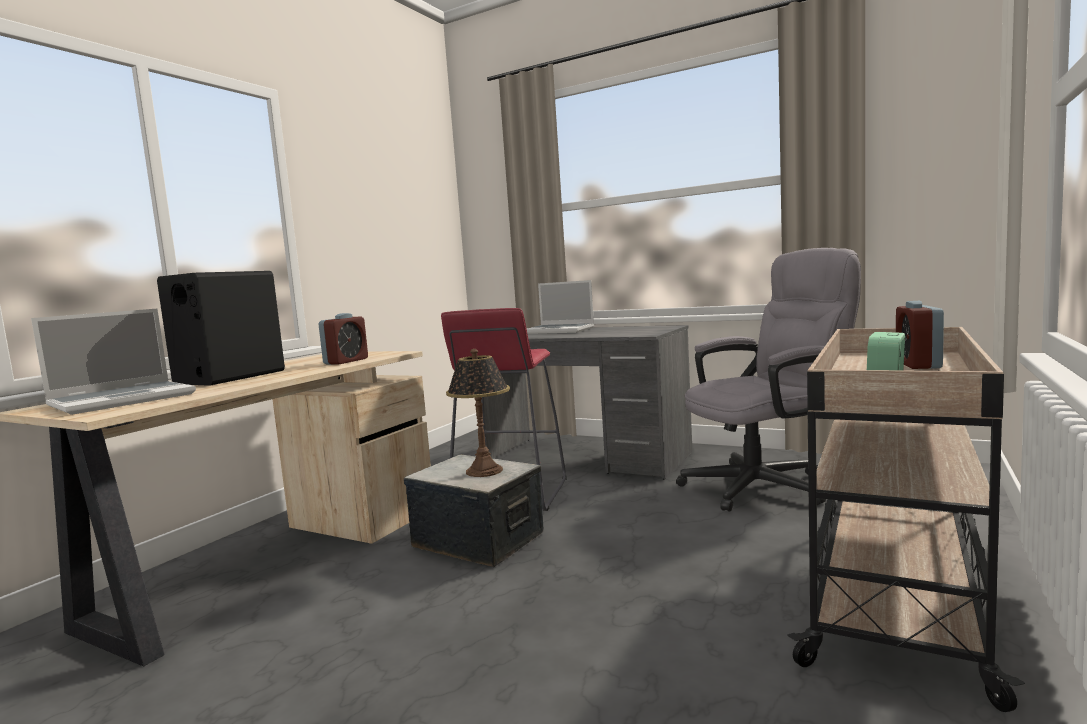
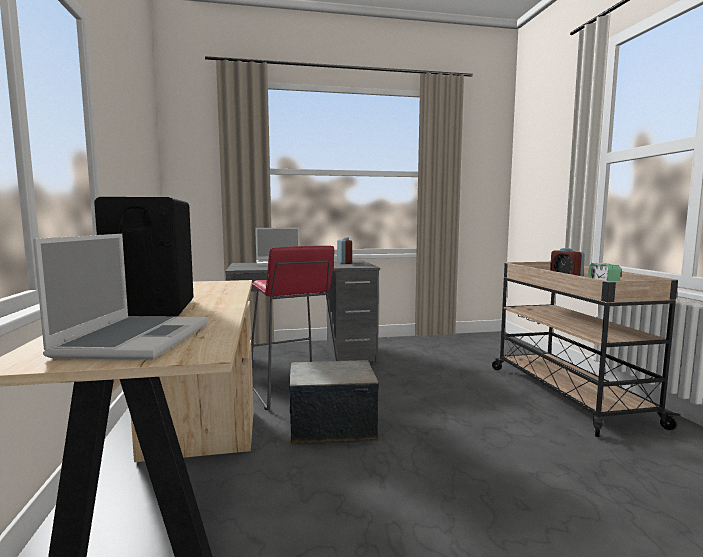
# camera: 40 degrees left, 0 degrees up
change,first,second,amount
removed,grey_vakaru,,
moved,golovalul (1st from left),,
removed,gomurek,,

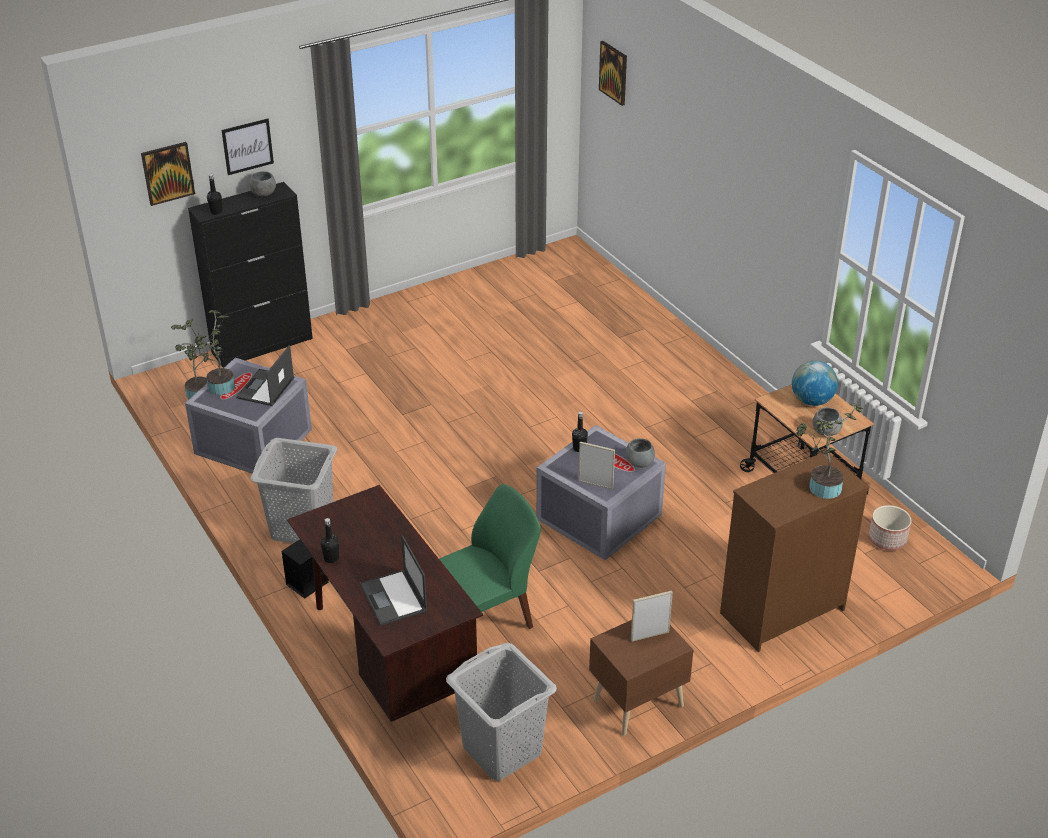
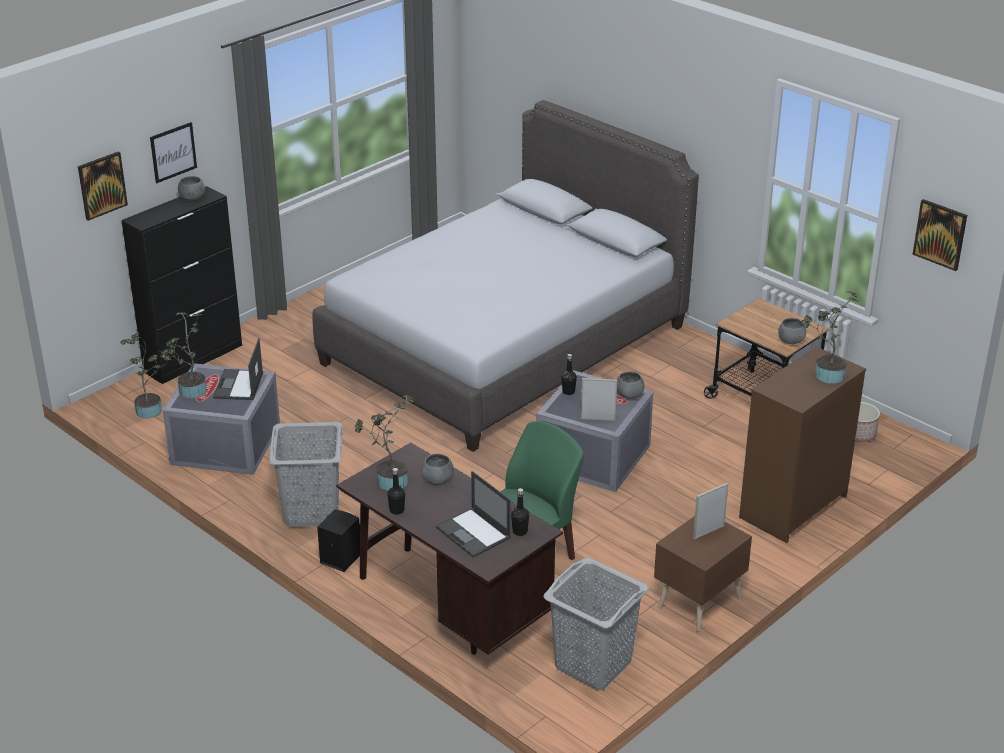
# camera: 15 degrees left, 5 degrees down
change,first,second,amount
moved,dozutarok (3rd from left),,
moved,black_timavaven (1st from left in the first image),black_timavaven (2nd from left),
removed,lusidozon,,
added,,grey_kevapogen,
added,,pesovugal (3rd from left),
added,,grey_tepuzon (2nd from left),

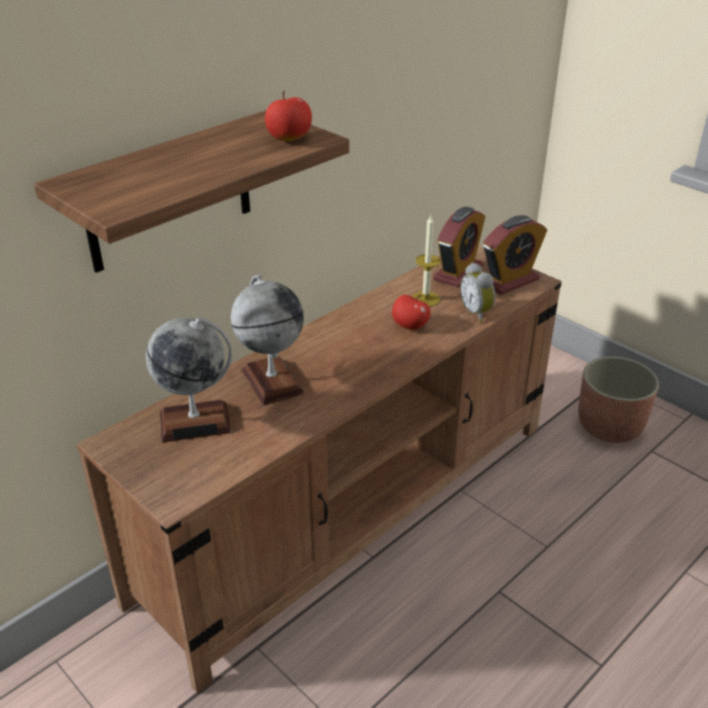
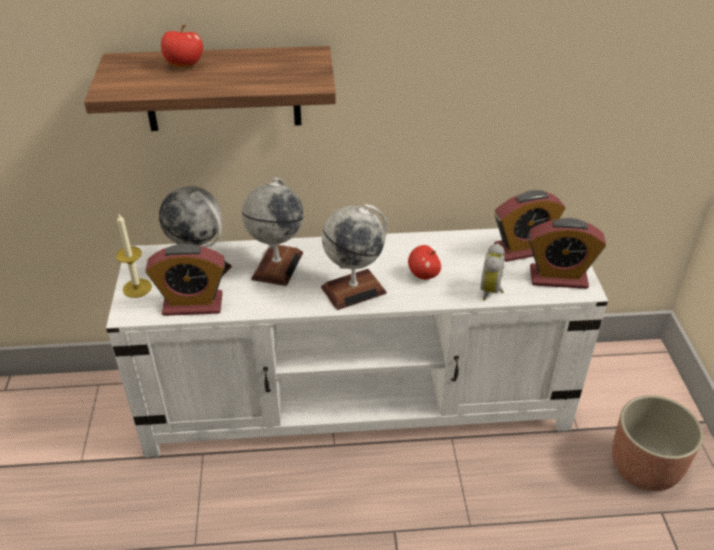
# camera: 40 degrees right, 5 degrees up
change,first,second,amount
moved,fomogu (1st from left),,
moved,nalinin,,
recoloured,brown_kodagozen,white_kodagozen,
added,,lusidozon (3rd from left),
added,,golovalul (1st from left),

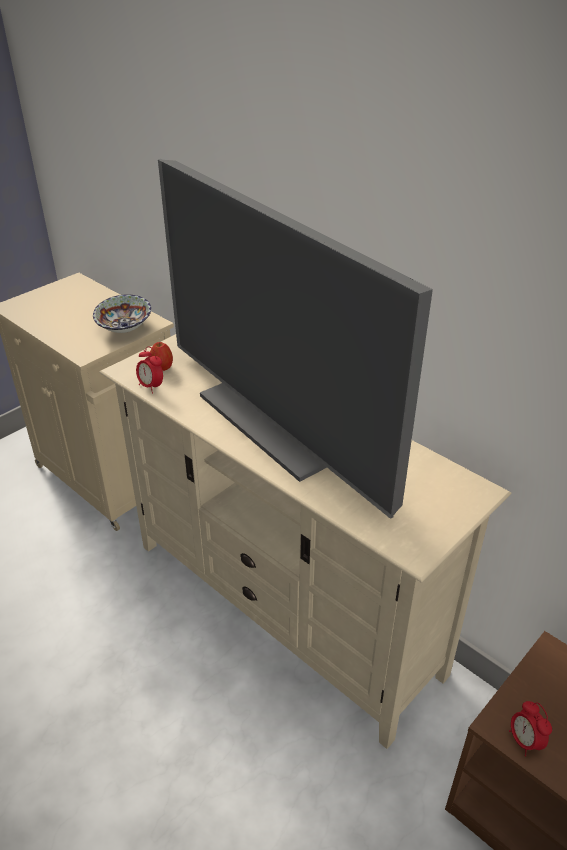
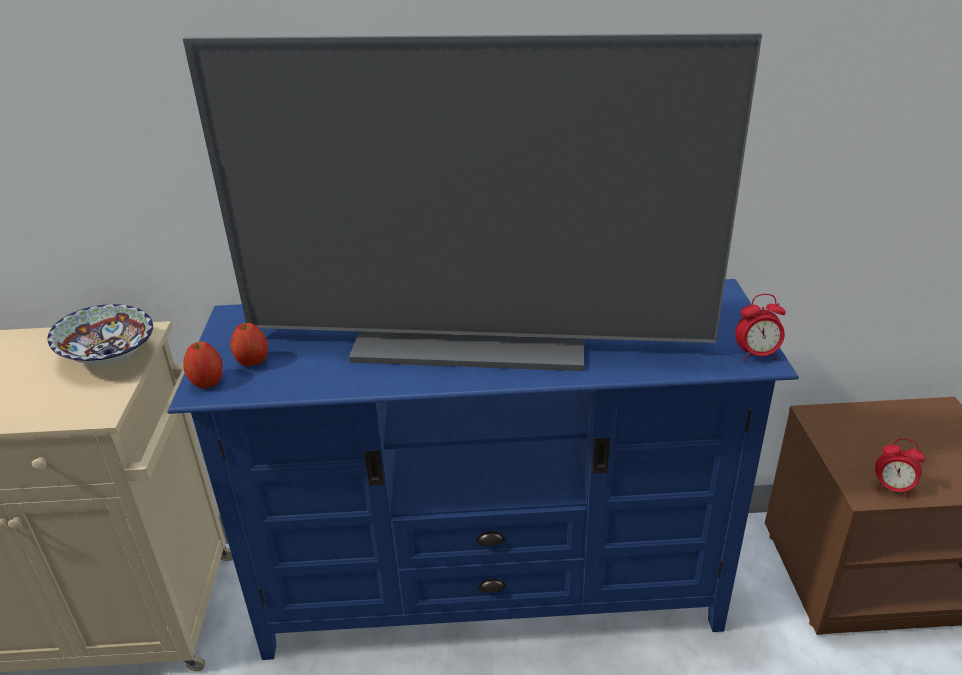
# camera: 45 degrees left, 5 degrees down
change,first,second,amount
recoloured,beige_kodagozen,blue_kodagozen,
moved,golovalul (1st from left),,
added,,fomogu (1st from left),

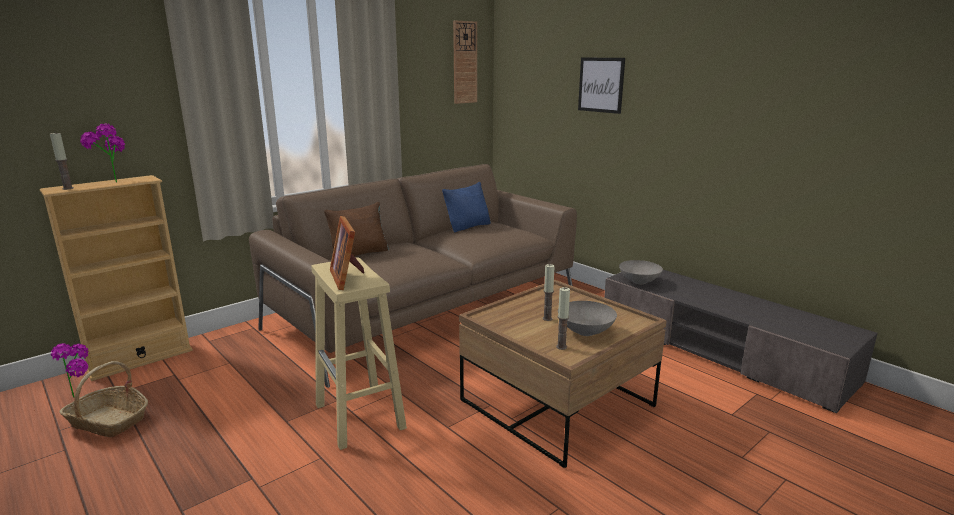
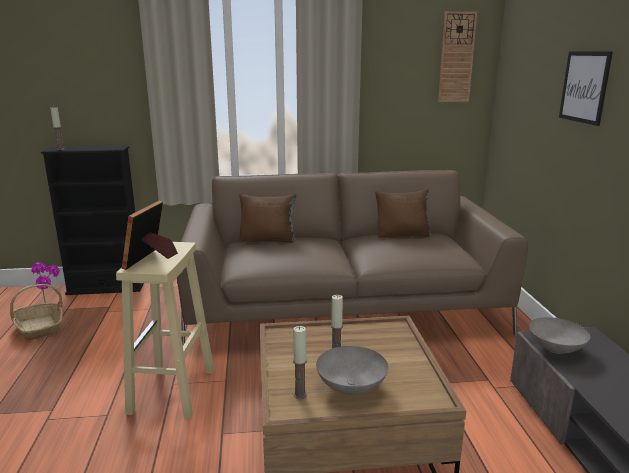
# camera: 35 degrees right, 0 degrees up
change,first,second,amount
removed,pesovugal (2nd from left),,
recoloured,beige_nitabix,black_nitabix,
recoloured,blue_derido,brown_derido (2nd from left),

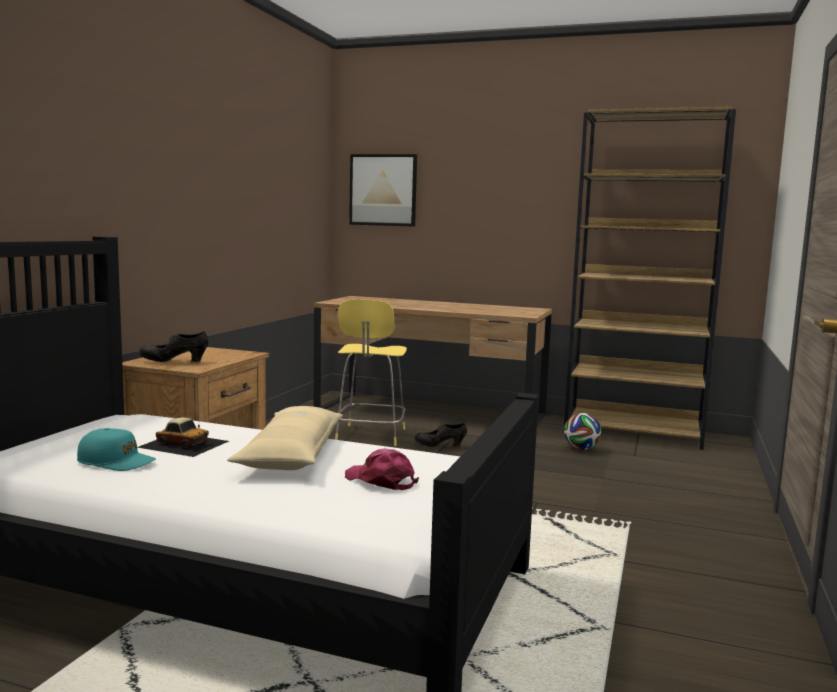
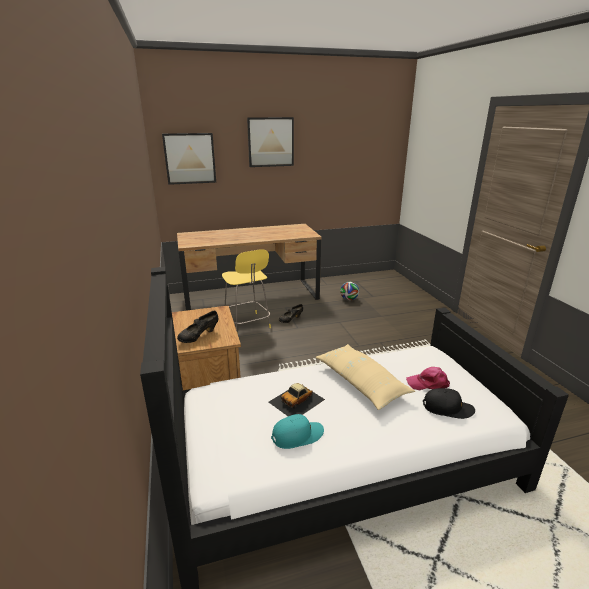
# camera: 35 degrees left, 15 degrees up
change,first,second,amount
removed,brown_nitabix,,
turned,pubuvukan,,150 degrees clockwise
added,,dozutarok (2nd from left),
added,,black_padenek,

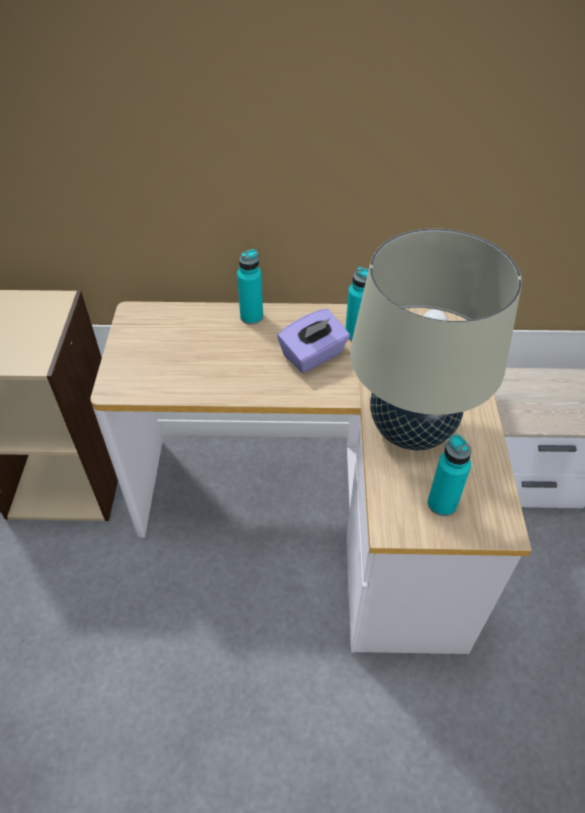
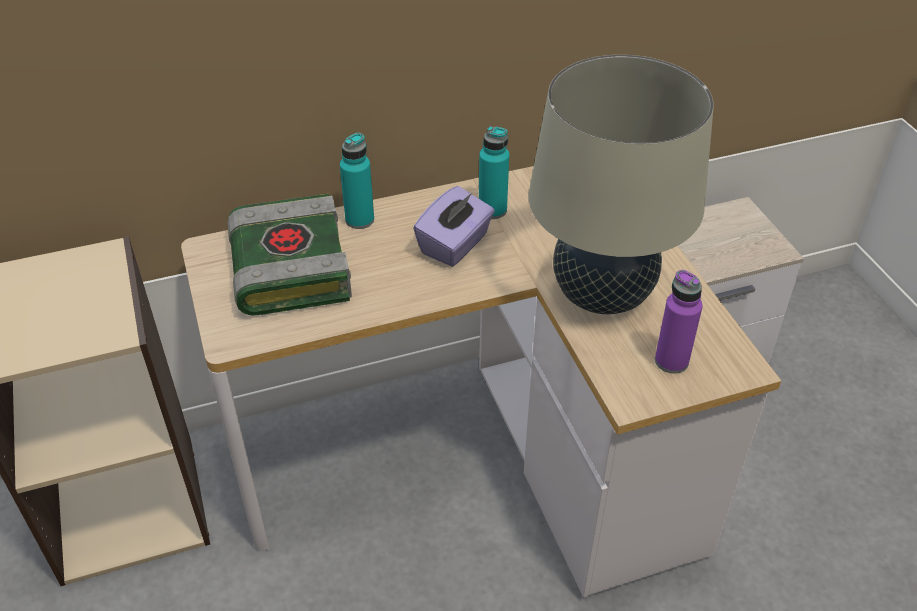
# camera: 20 degrees left, 5 degrees down
change,first,second,amount
recoloured,turquoise_timavaven (3rd from left),purple_timavaven,
added,,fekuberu,

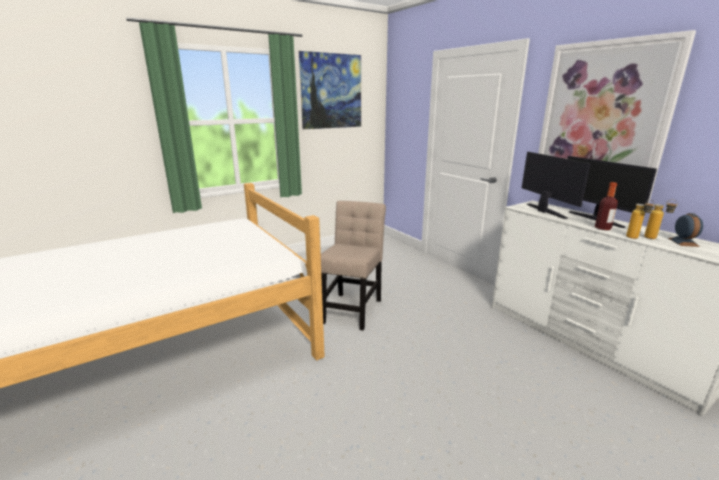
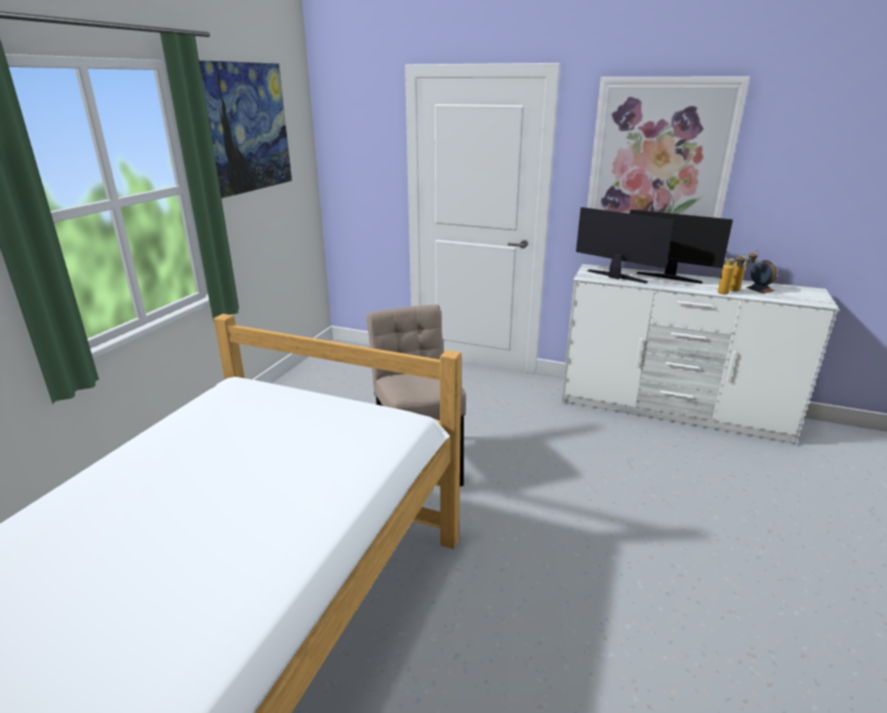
# camera: 35 degrees left, 5 degrees up
change,first,second,amount
removed,timavaven (1st from left),,

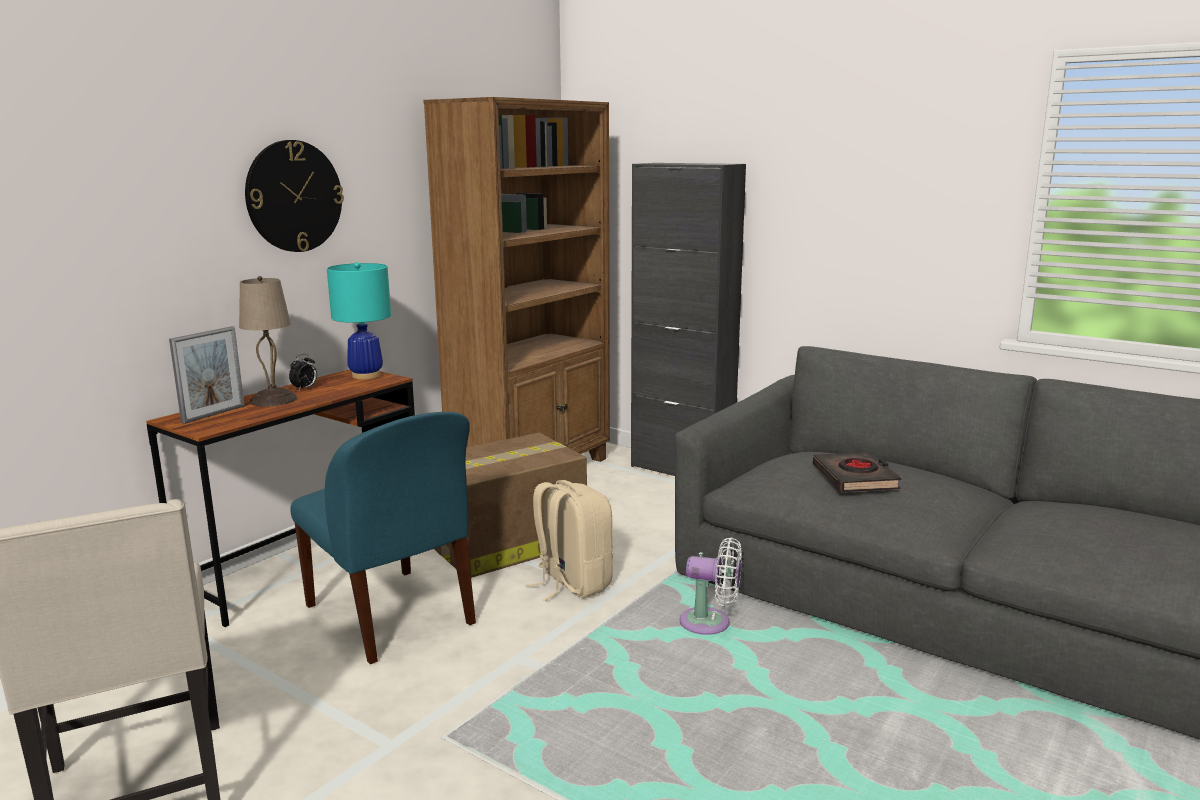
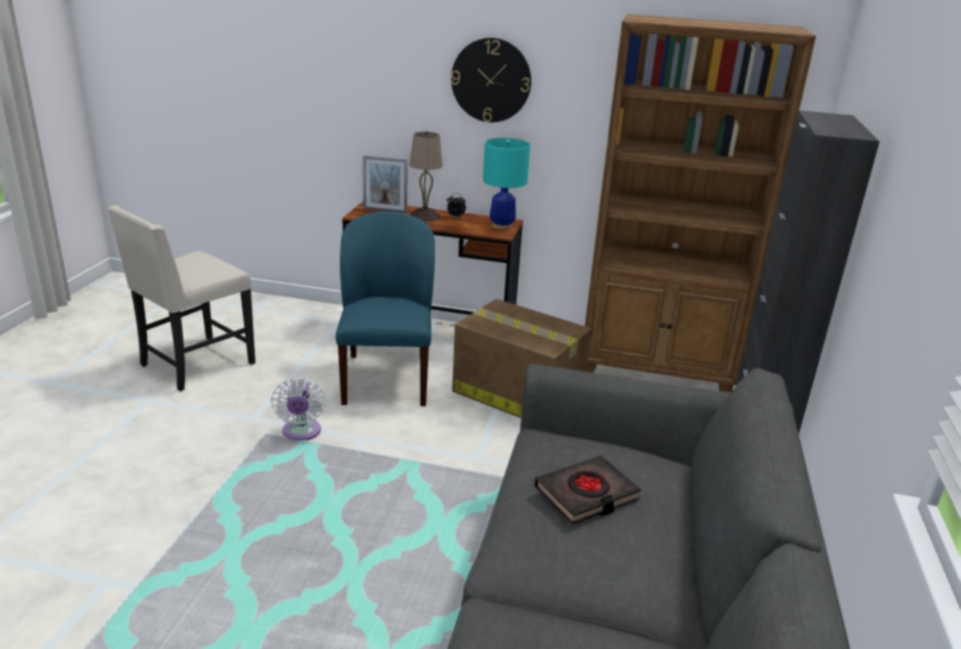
# camera: 65 degrees right, 10 degrees up
change,first,second,amount
turned,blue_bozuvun,,150 degrees clockwise
removed,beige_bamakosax,,
moved,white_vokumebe,,

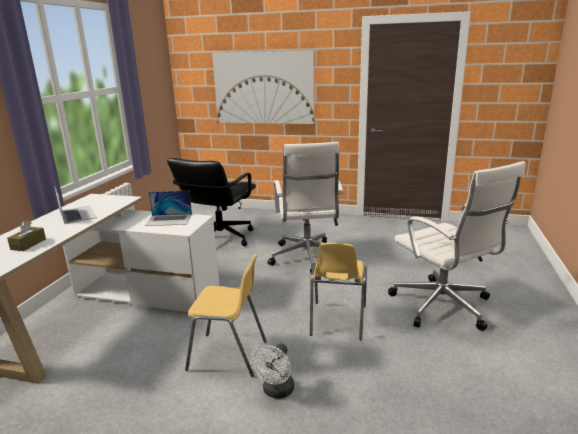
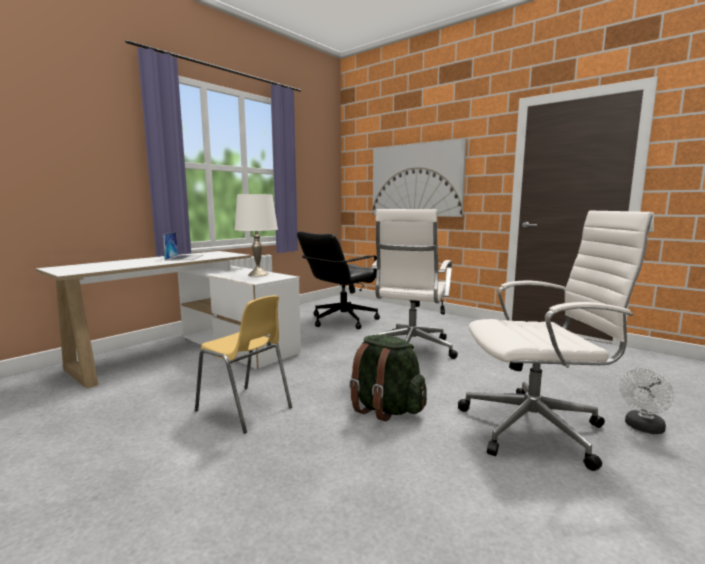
# camera: 25 degrees right, 10 degrees down
change,first,second,amount
turned,white_vakaru (2nd from left),,90 degrees counterclockwise
replaced,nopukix (2nd from left),white_gomurek,
removed,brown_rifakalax,,
replaced,yellow_bozuvun (2nd from left),green_bamakosax,
moved,white_vokumebe,,

